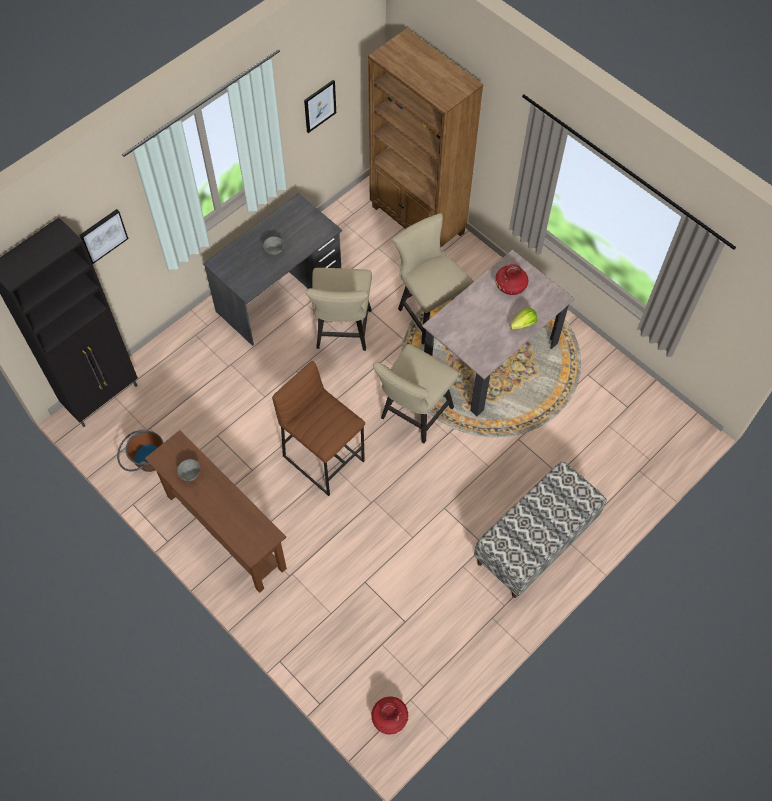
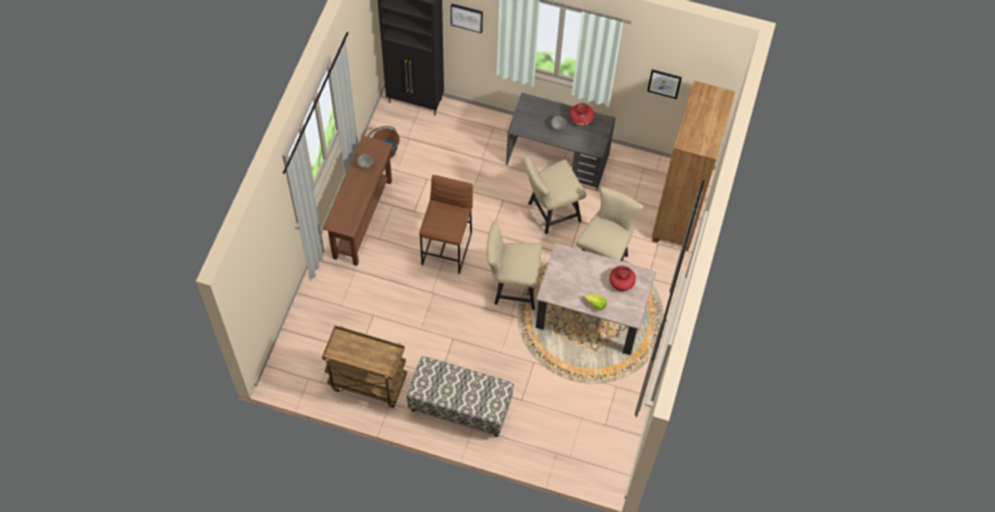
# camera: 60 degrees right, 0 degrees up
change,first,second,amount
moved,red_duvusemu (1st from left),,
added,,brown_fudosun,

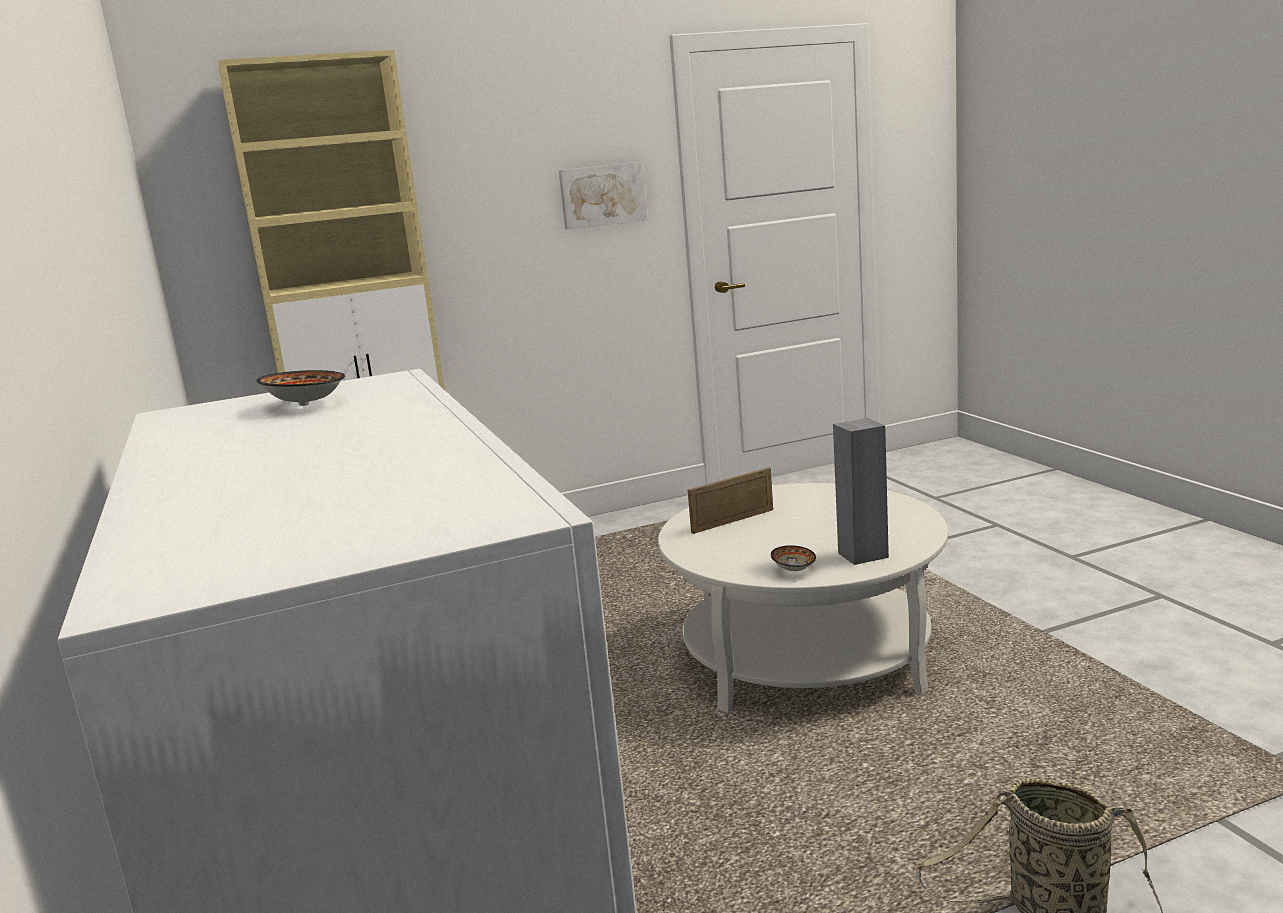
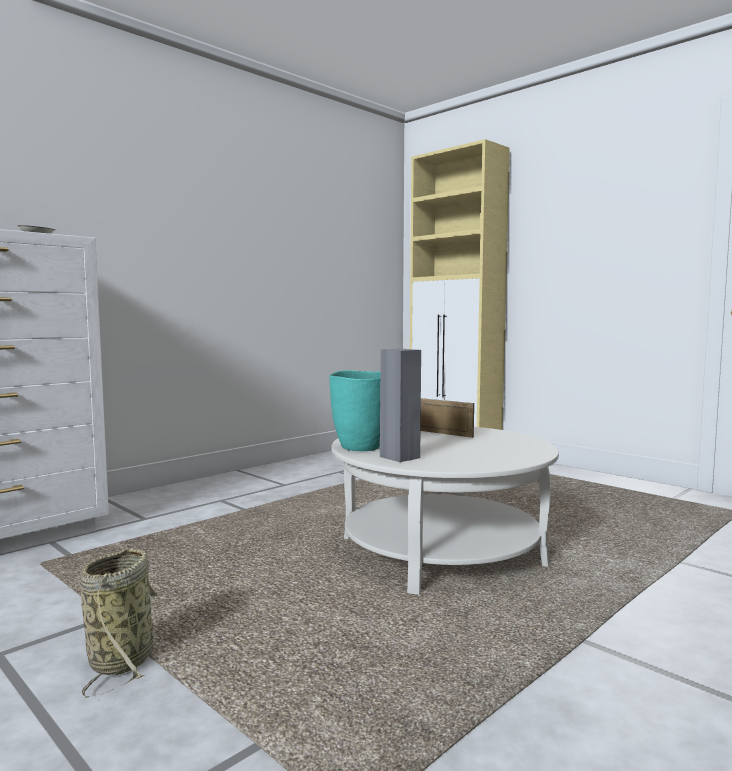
# camera: 65 degrees right, 10 degrees down
change,first,second,amount
removed,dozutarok,,
replaced,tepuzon (2nd from left),turquoise_duvusemu,

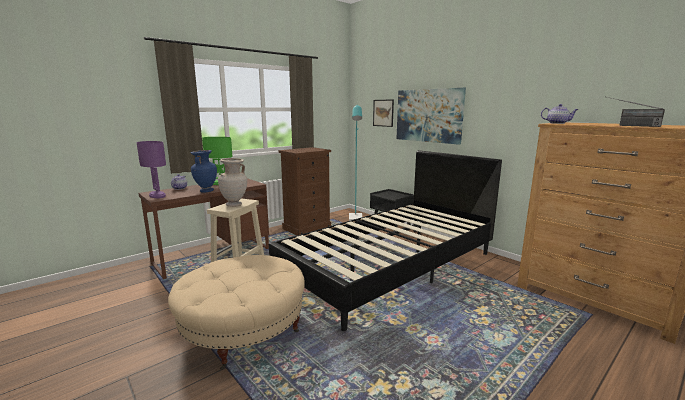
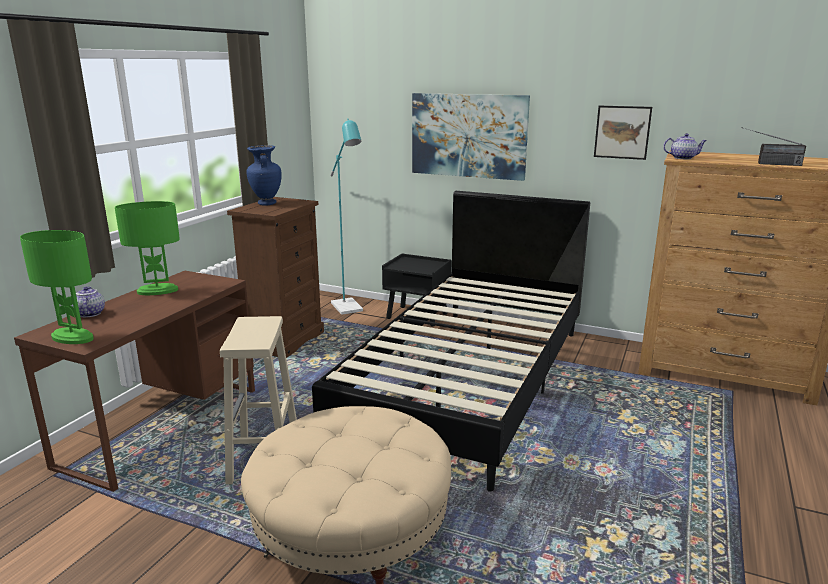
# camera: 25 degrees left, 5 degrees up
change,first,second,amount
moved,dozutarok (1st from left in the first image),dozutarok (2nd from left),
recoloured,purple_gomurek,green_gomurek (1st from left),
moved,blue_duvusemu,,
removed,beige_duvusemu,,

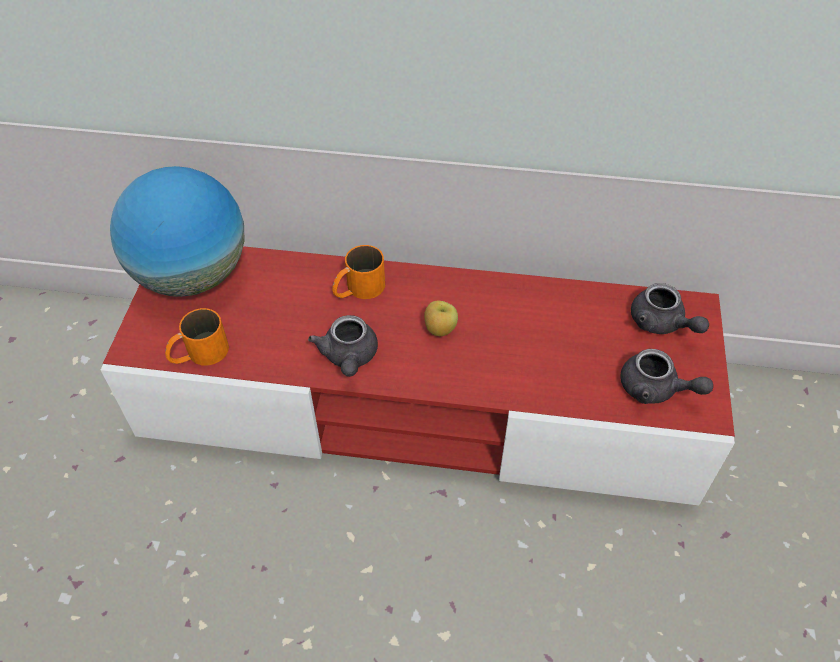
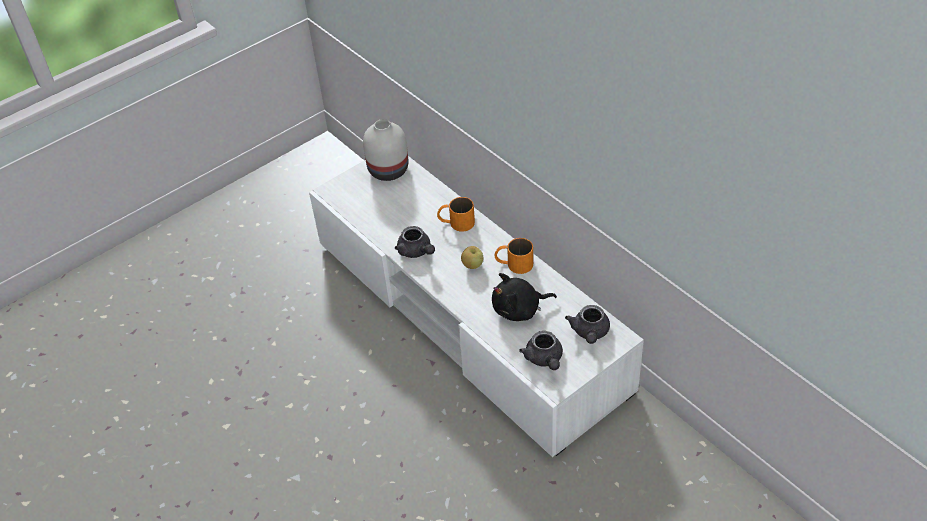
# camera: 45 degrees right, 5 degrees down
change,first,second,amount
replaced,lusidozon,white_duvusemu,
recoloured,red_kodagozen,white_kodagozen,
moved,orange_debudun (1st from left in the first image),orange_debudun (2nd from left),
turned,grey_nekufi (1st from left),,75 degrees counterclockwise
added,,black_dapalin,

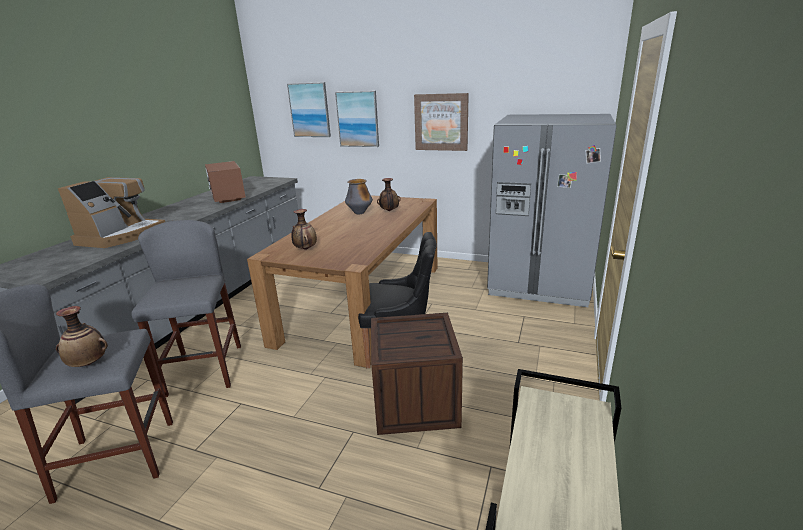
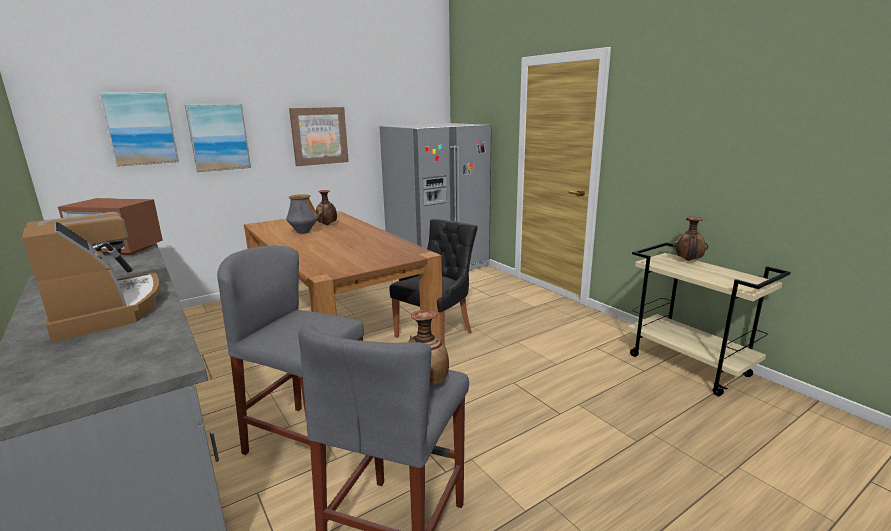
# camera: 55 degrees left, 5 degrees down
change,first,second,amount
moved,duvusemu (2nd from left in the first image),duvusemu (4th from left),
removed,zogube,,

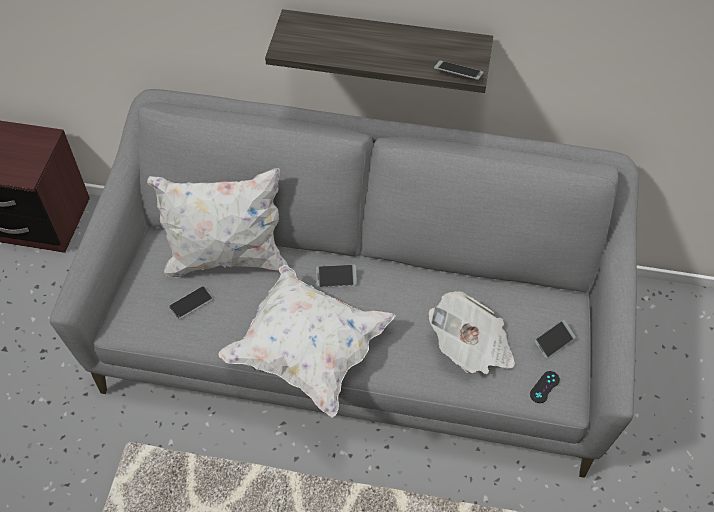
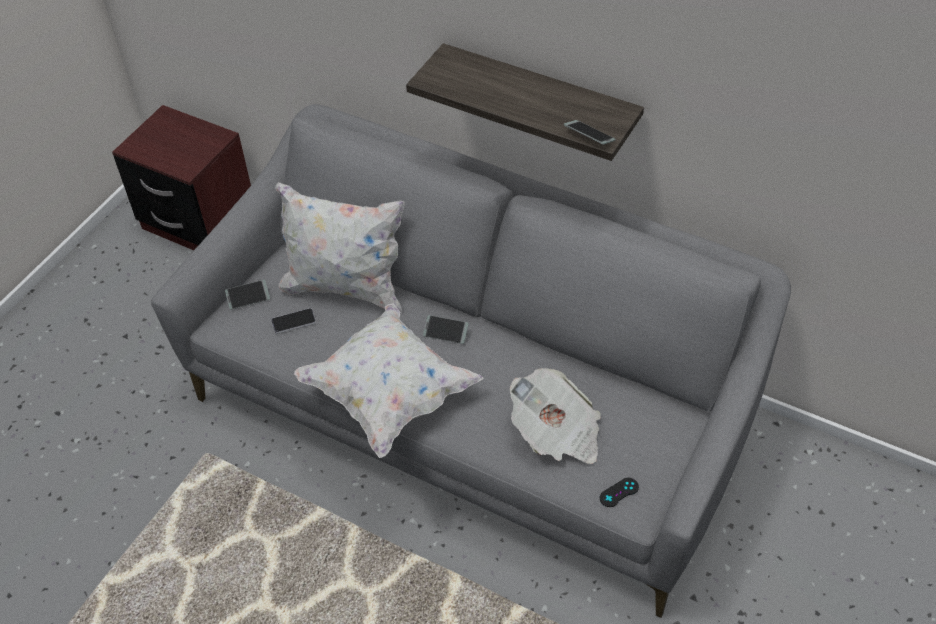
# camera: 20 degrees right, 5 degrees down
change,first,second,amount
moved,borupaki (4th from left in the first image),borupaki (1st from left),

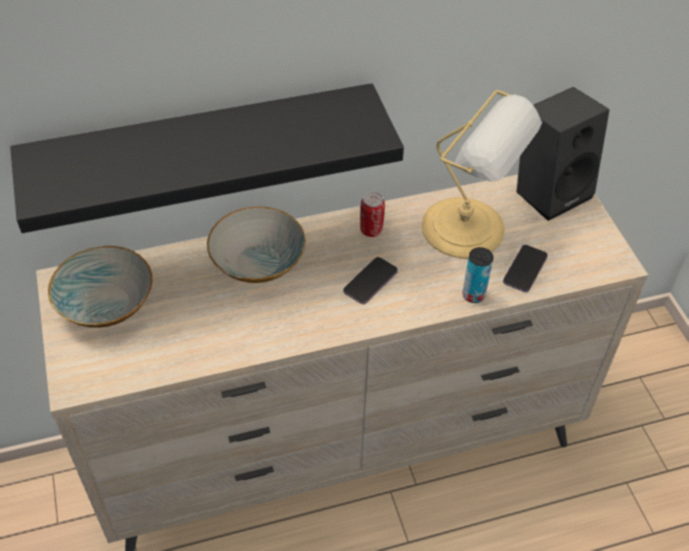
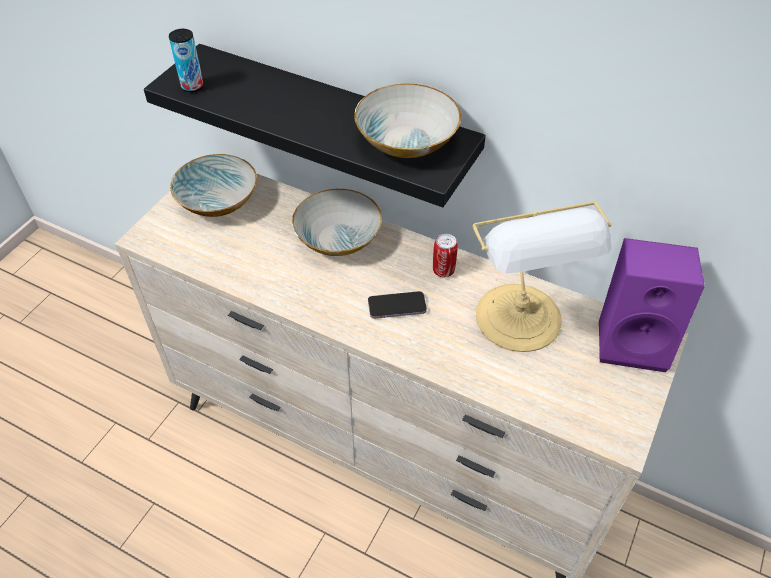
# camera: 45 degrees right, 0 degrees up
change,first,second,amount
recoloured,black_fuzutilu,purple_fuzutilu,
removed,borupaki (2nd from left),,
moved,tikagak (2nd from left in the first image),tikagak (1st from left),
added,,tepuzon (3rd from left),

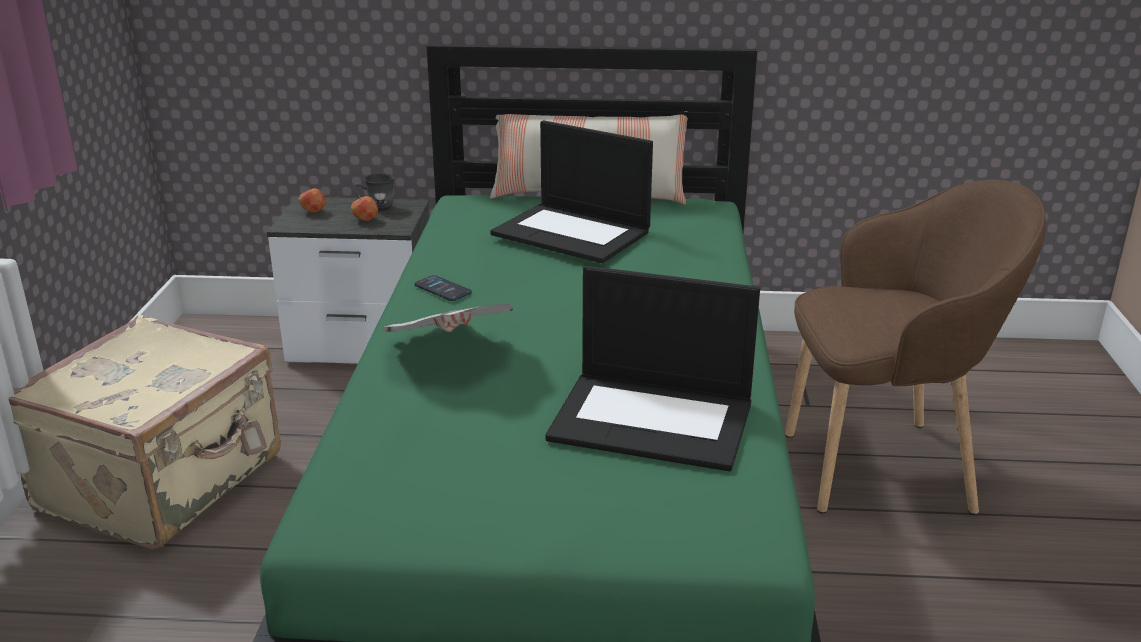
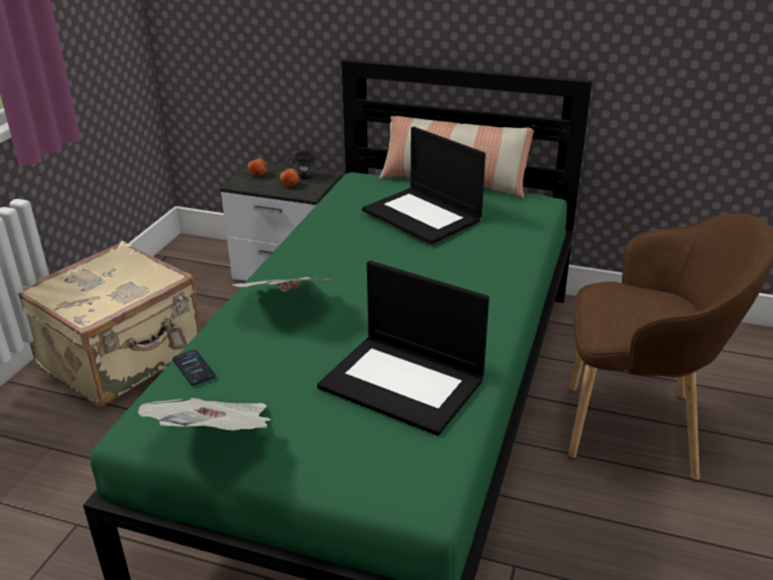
# camera: 15 degrees right, 5 degrees up
change,first,second,amount
moved,borupaki,,
added,,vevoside (1st from left),

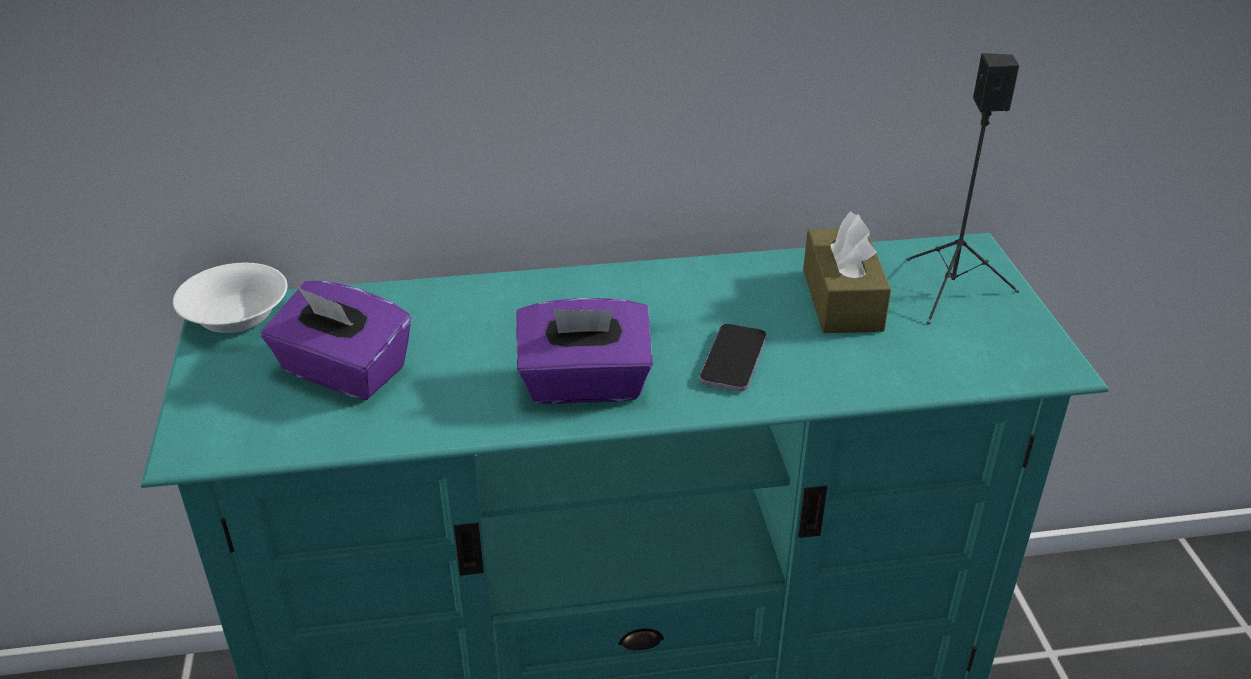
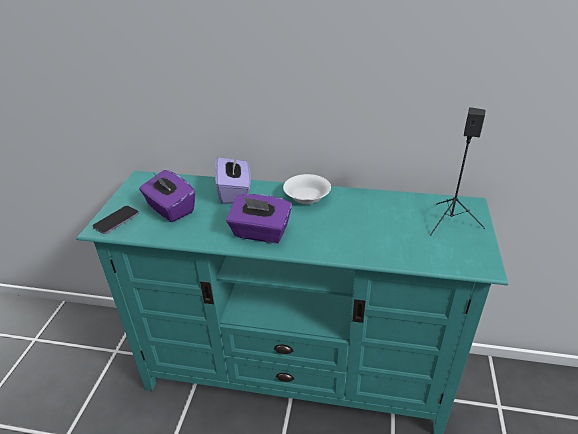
# camera: 20 degrees right, 0 degrees up
change,first,second,amount
removed,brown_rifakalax,,
moved,white_tepuzon,,
moved,borupaki,,
added,,purple_rifakalax (2nd from left),

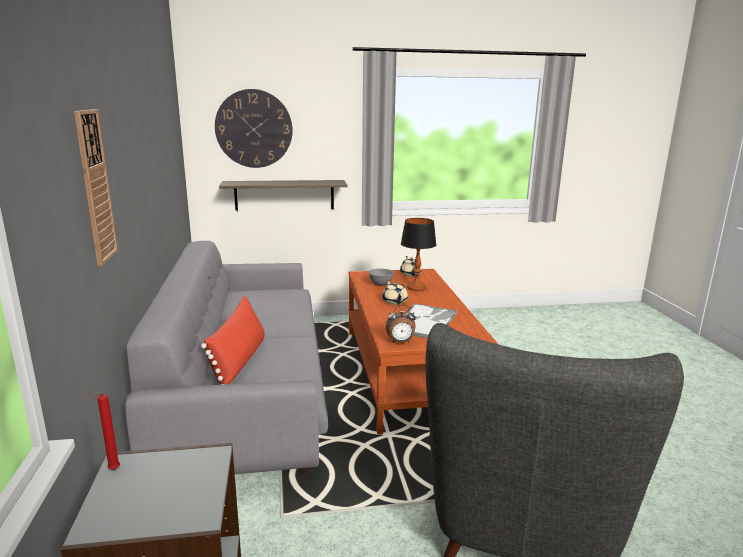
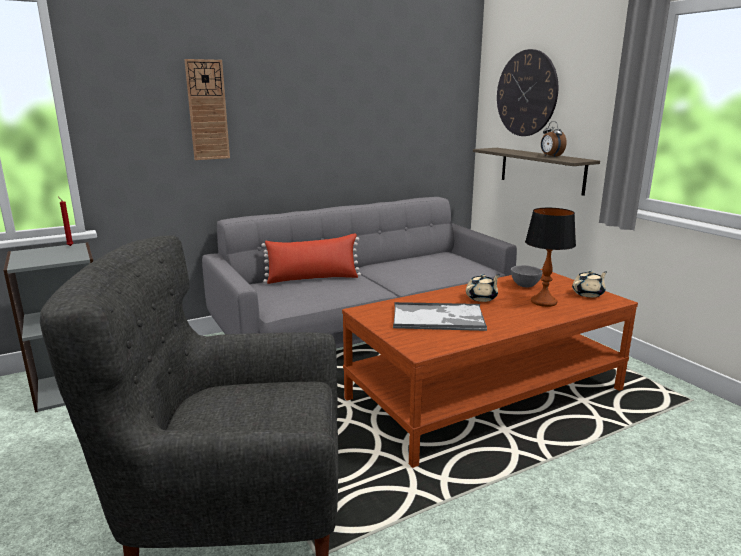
# camera: 70 degrees right, 0 degrees up
change,first,second,amount
moved,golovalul,,

